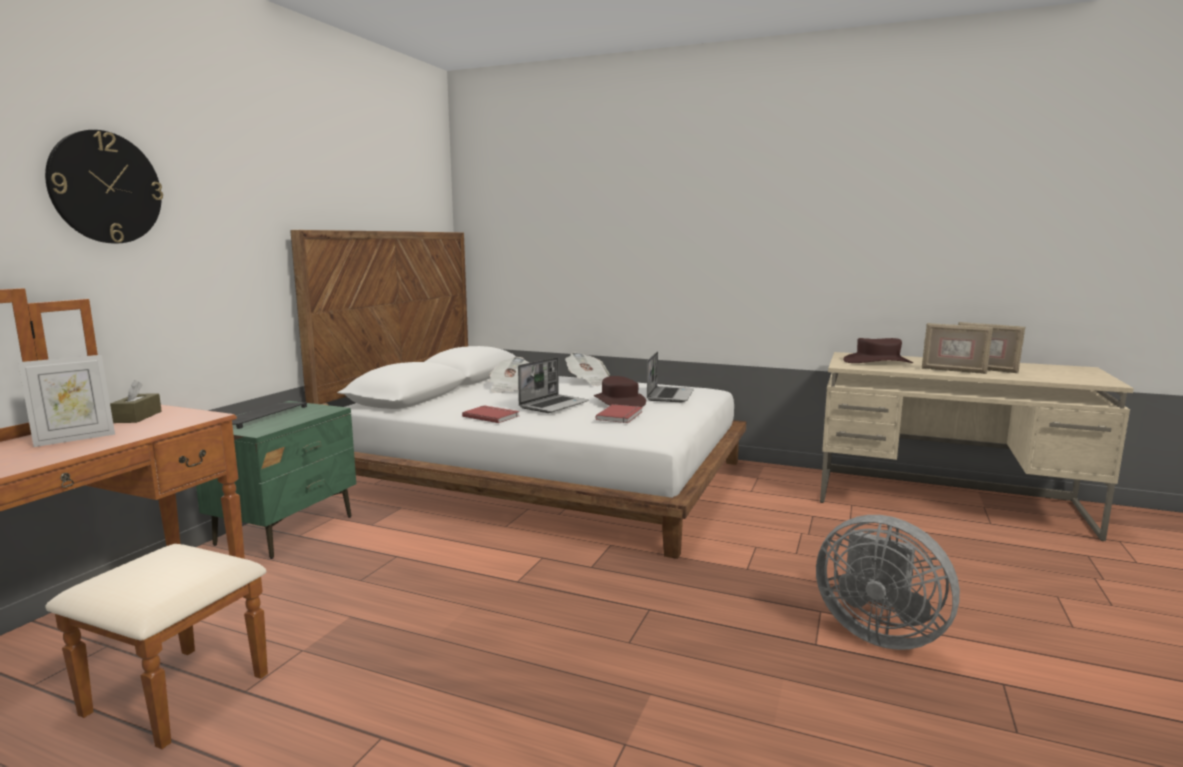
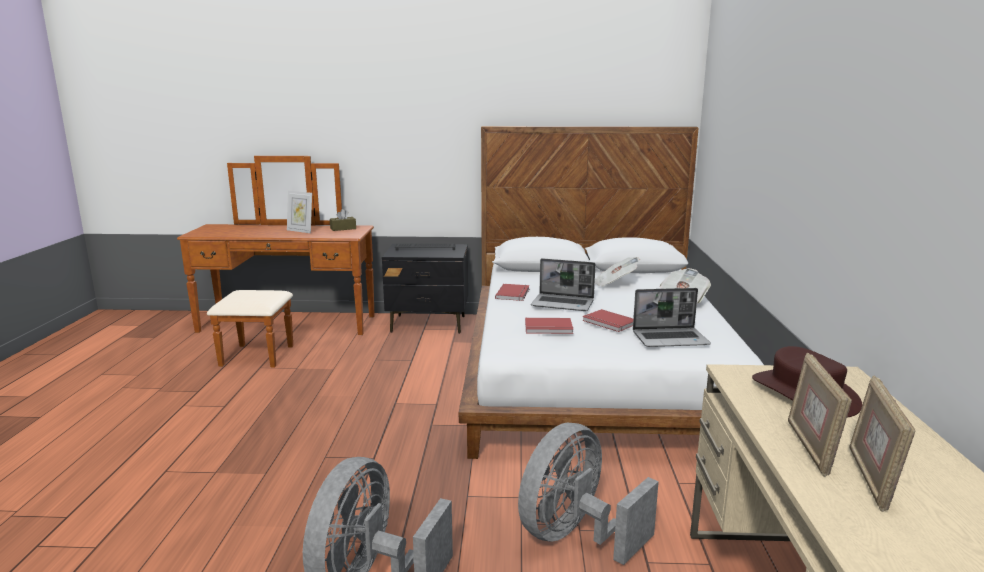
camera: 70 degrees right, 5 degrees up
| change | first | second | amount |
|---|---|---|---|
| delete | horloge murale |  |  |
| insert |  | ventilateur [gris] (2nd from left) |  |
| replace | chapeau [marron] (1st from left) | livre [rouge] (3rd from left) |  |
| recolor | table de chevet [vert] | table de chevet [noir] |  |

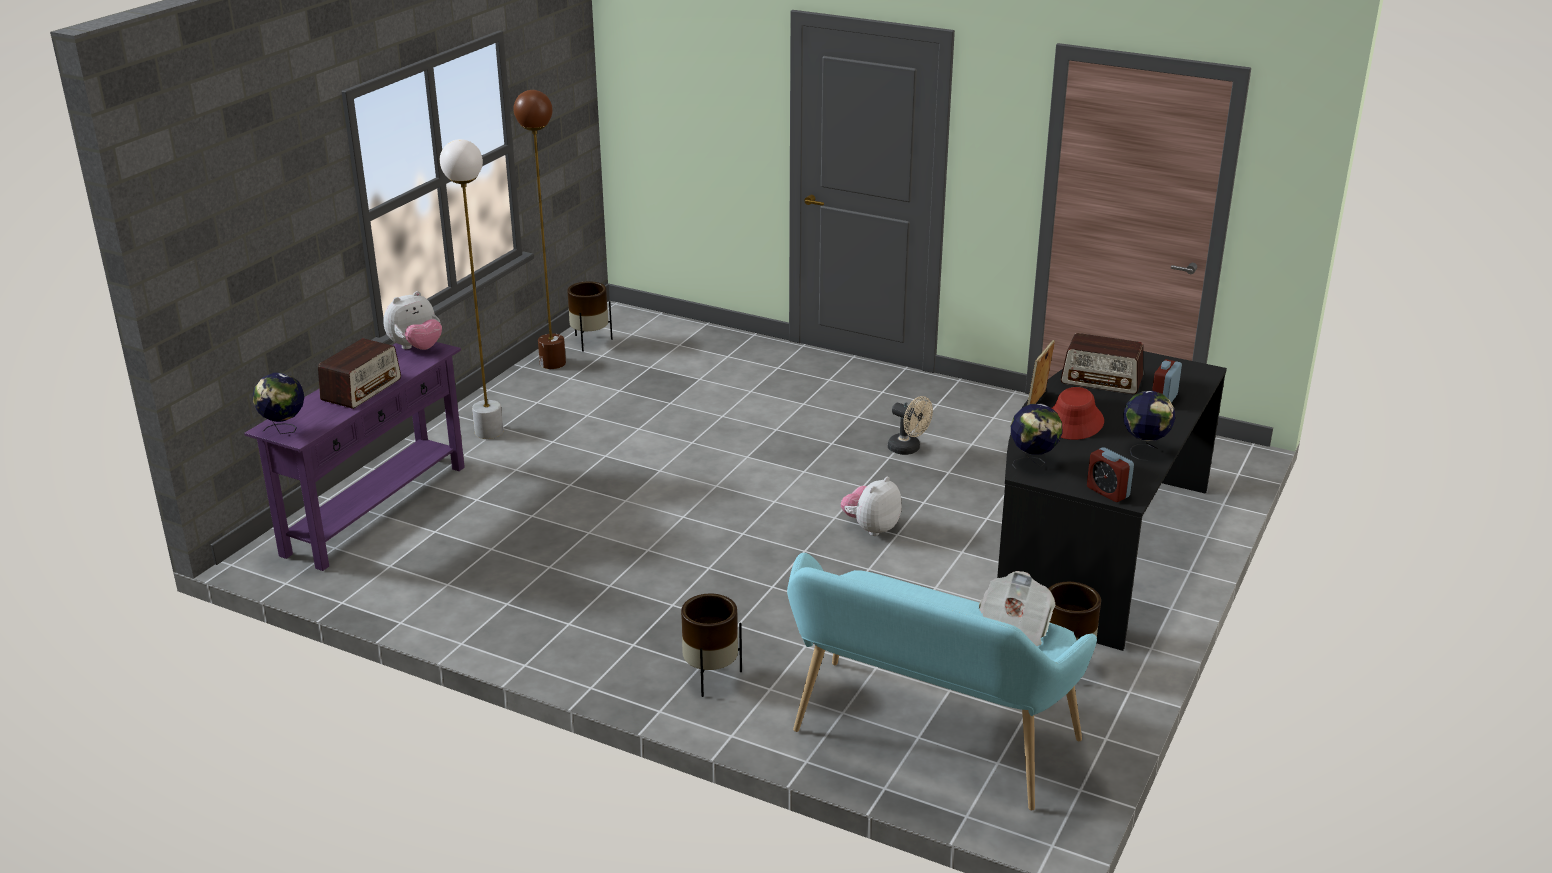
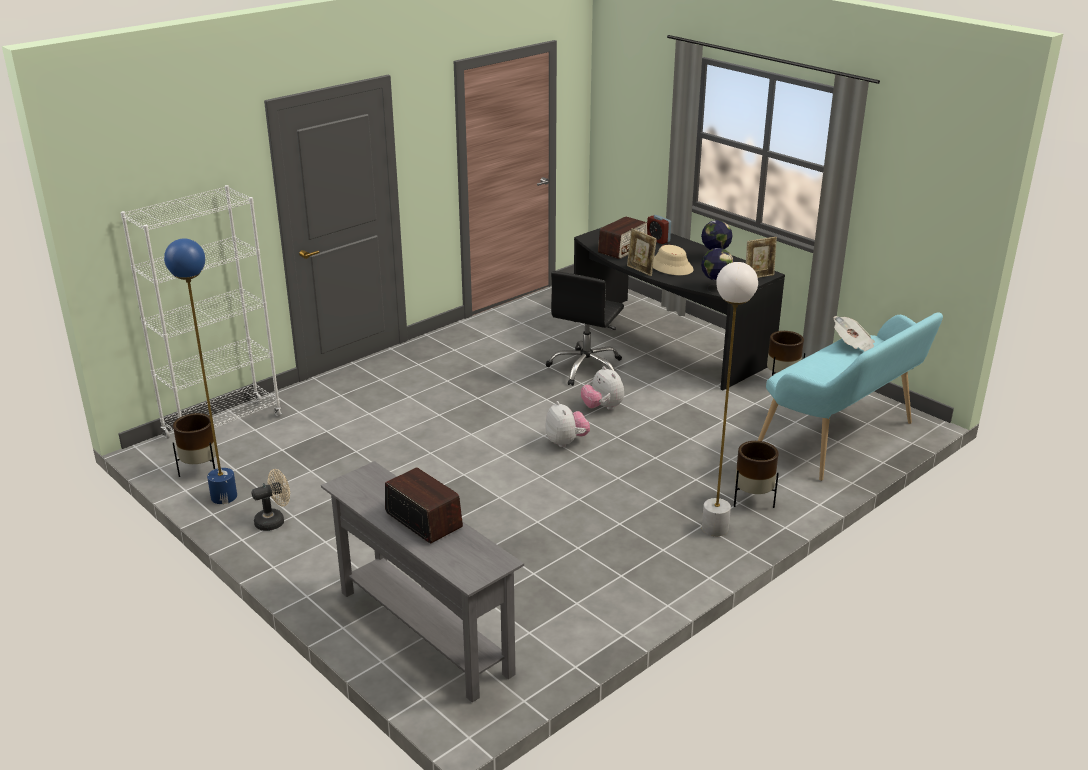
camera: 70 degrees left, 0 degrees up
| change | first | second | amount |
|---|---|---|---|
| delete | globe (1st from left) |  |  |
| insert |  | bibliothèque [blanc] |  |
| insert |  | chaise de bureau [noir] |  |
| move | peluche (1st from left) |  |  |
| move | lampadaire [blanc] |  |  |
| move | ventilateur [beige] |  |  |
| replace | réveil (1st from left) | cadre photo (2nd from left) |  |
| recolor | table console [violet] | table console [gris] |  |
| recolor | lampadaire [marron] | lampadaire [bleu] |  |
| recolor | chapeau [rouge] | chapeau [beige] |  |

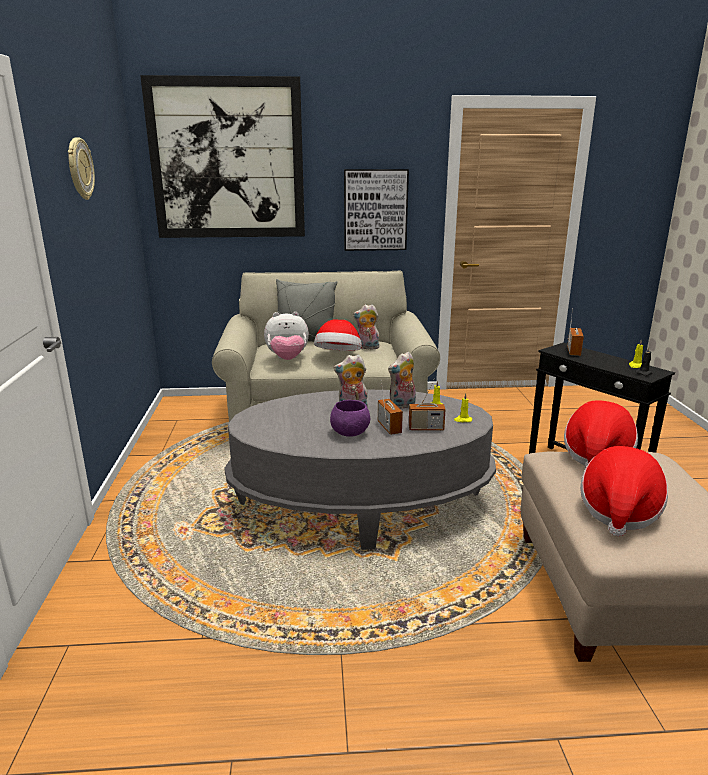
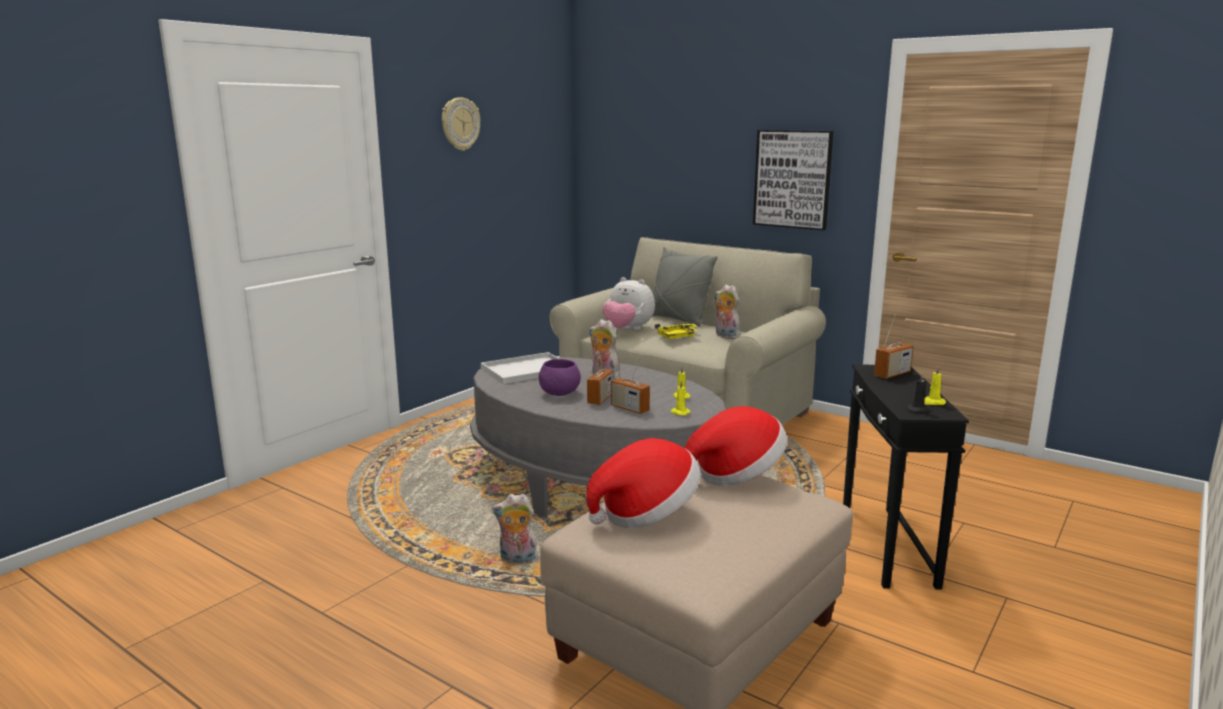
camera: 40 degrees right, 5 degrees down
| change | first | second | amount |
|---|---|---|---|
| delete | tableau (1st from left) |  |  |
| insert |  | plateau [blanc] |  |
| move | peluche (4th from left in the first image) | peluche (1st from left) |  |
| replace | chapeau (1st from left) | plateau [jaune] |  |

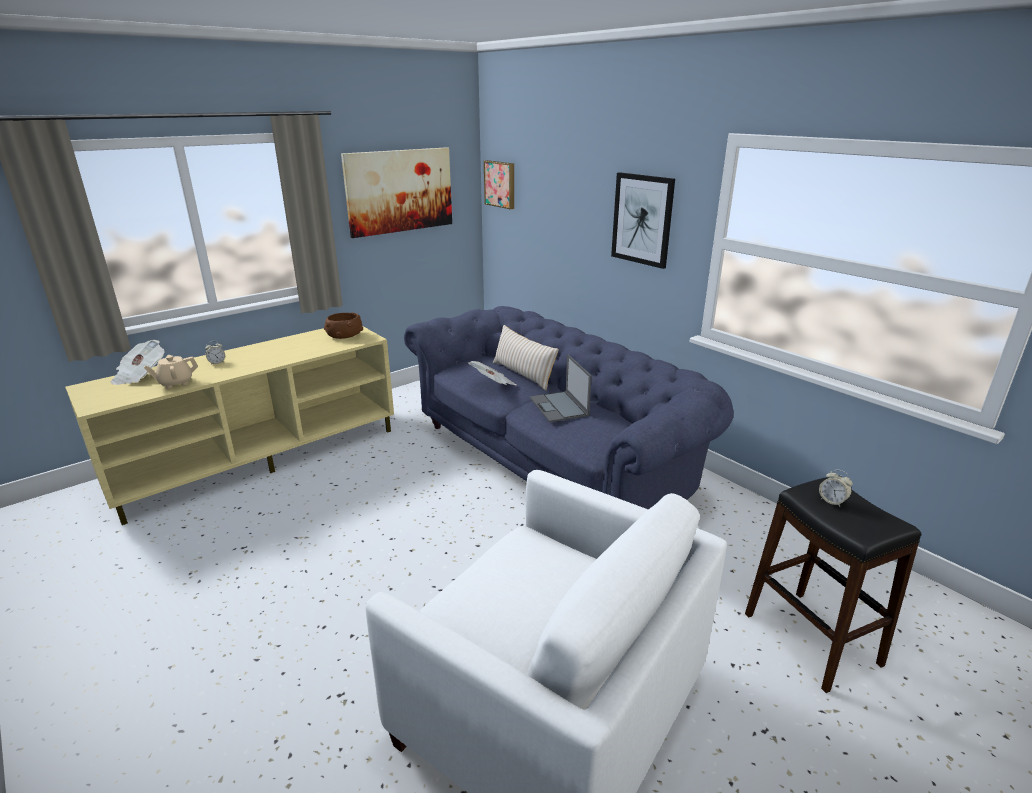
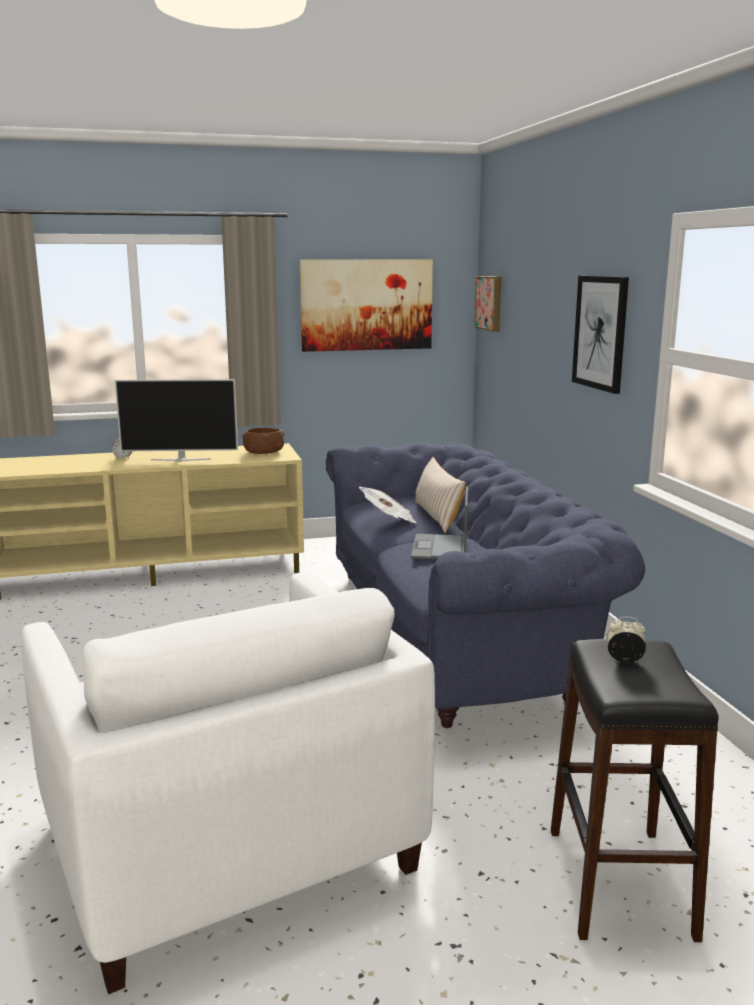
camera: 25 degrees right, 10 degrees down
| change | first | second | amount |
|---|---|---|---|
| delete | journal (1st from left) |  |  |
| delete | théière [beige] |  |  |
| insert |  | téléviseur |  |
| rotate | réveil (2nd from left) |  | 120 degrees clockwise |

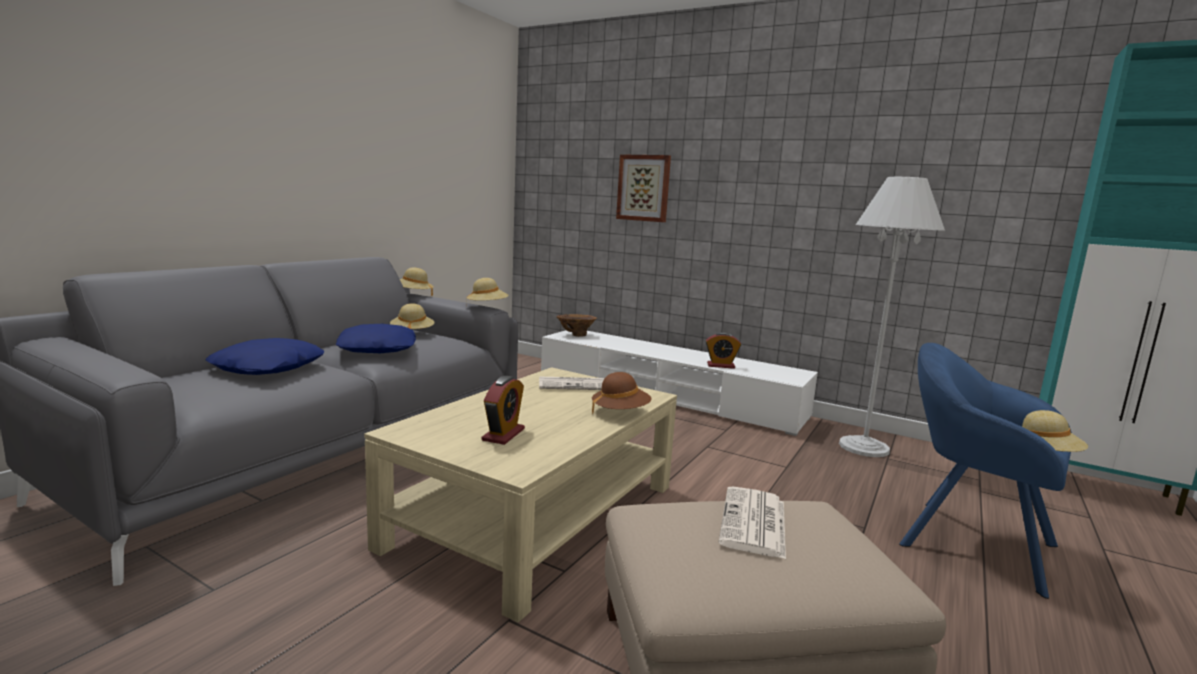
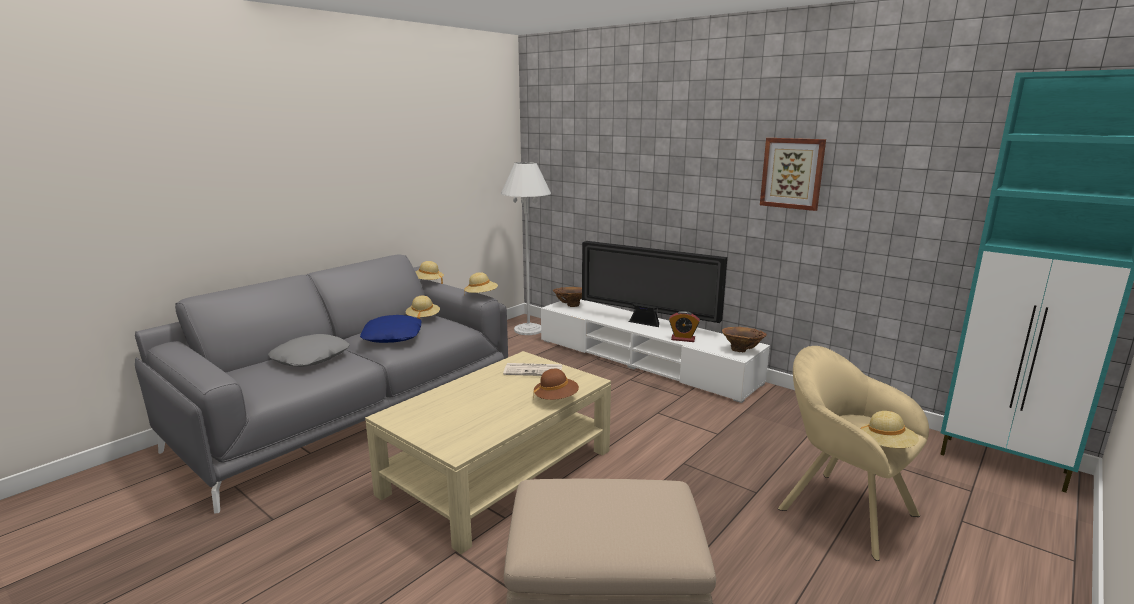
camera: 10 degrees right, 5 degrees up
| change | first | second | amount |
|---|---|---|---|
| delete | réveil (1st from left) |  |  |
| delete | journal (2nd from left) |  |  |
| insert |  | téléviseur |  |
| insert |  | vase [marron] (2nd from left) |  |
| move | tableau |  |  |
| move | lampadaire [blanc] |  |  |
| recolor | coussin [bleu] (1st from left) | coussin [gris] |  |
| recolor | fauteuil [bleu] | fauteuil [beige] |  |

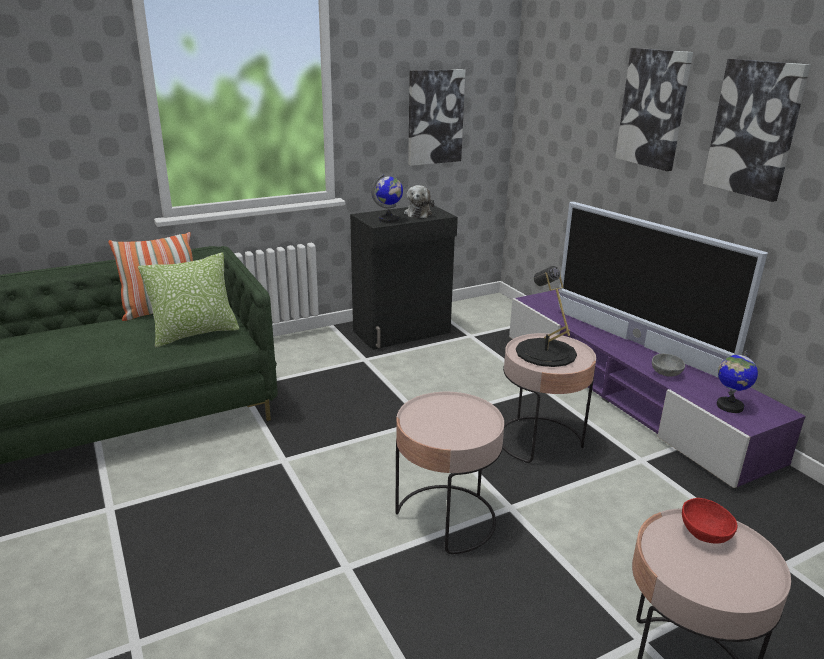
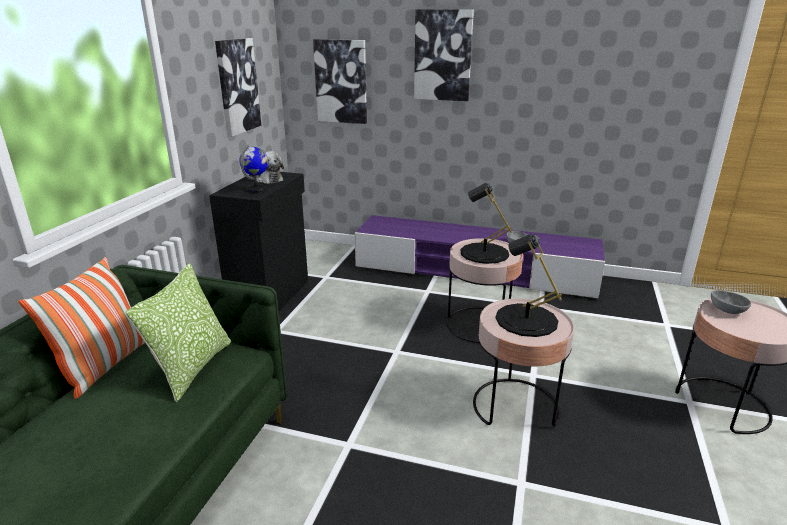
camera: 45 degrees left, 0 degrees up
| change | first | second | amount |
|---|---|---|---|
| delete | téléviseur |  |  |
| delete | globe (2nd from left) |  |  |
| insert |  | lampe de table [noir] (2nd from left) |  |
| move | tableau (3rd from left in the first image) | tableau (2nd from left) |  |
| recolor | bol [rouge] | bol [gris] (2nd from left) |  |

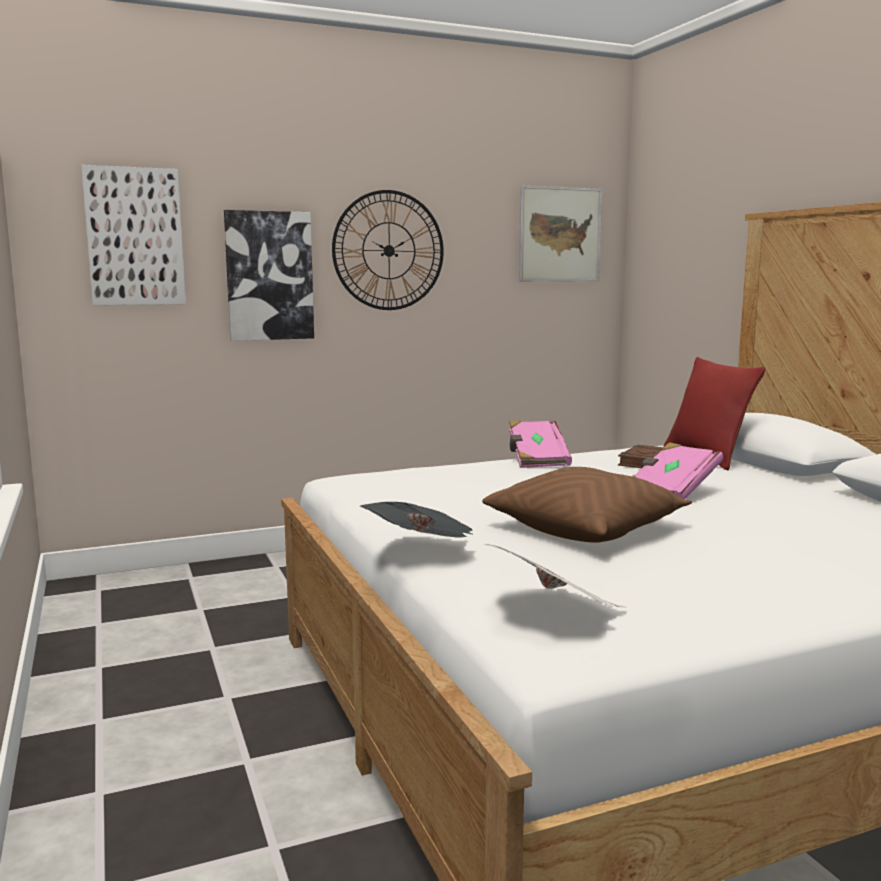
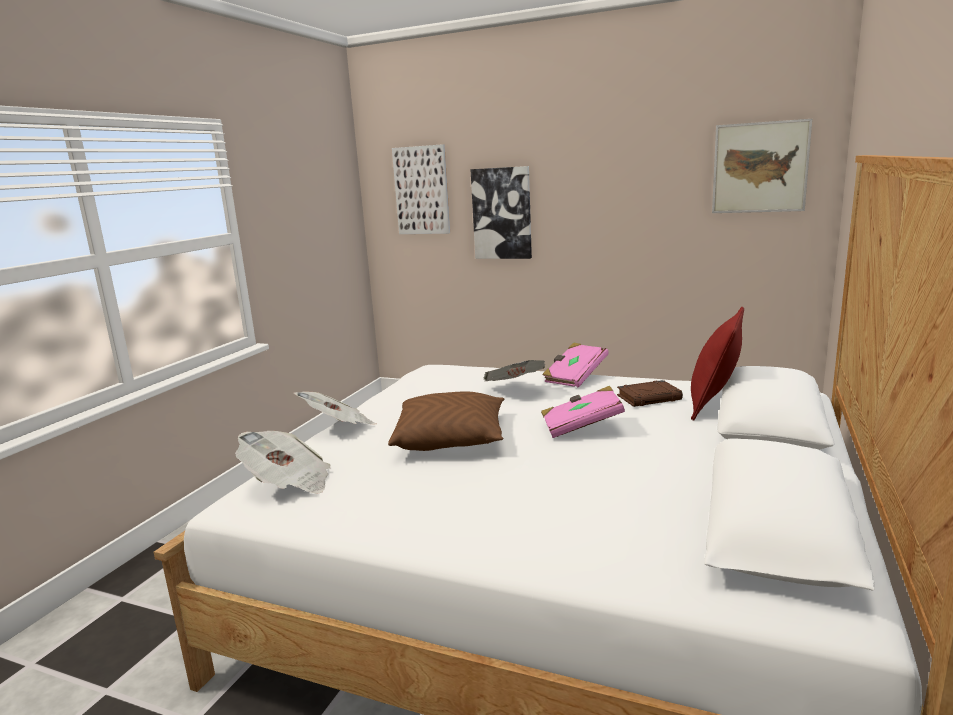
camera: 45 degrees right, 5 degrees up
| change | first | second | amount |
|---|---|---|---|
| delete | horloge murale |  |  |
| insert |  | journal (3rd from left) |  |

